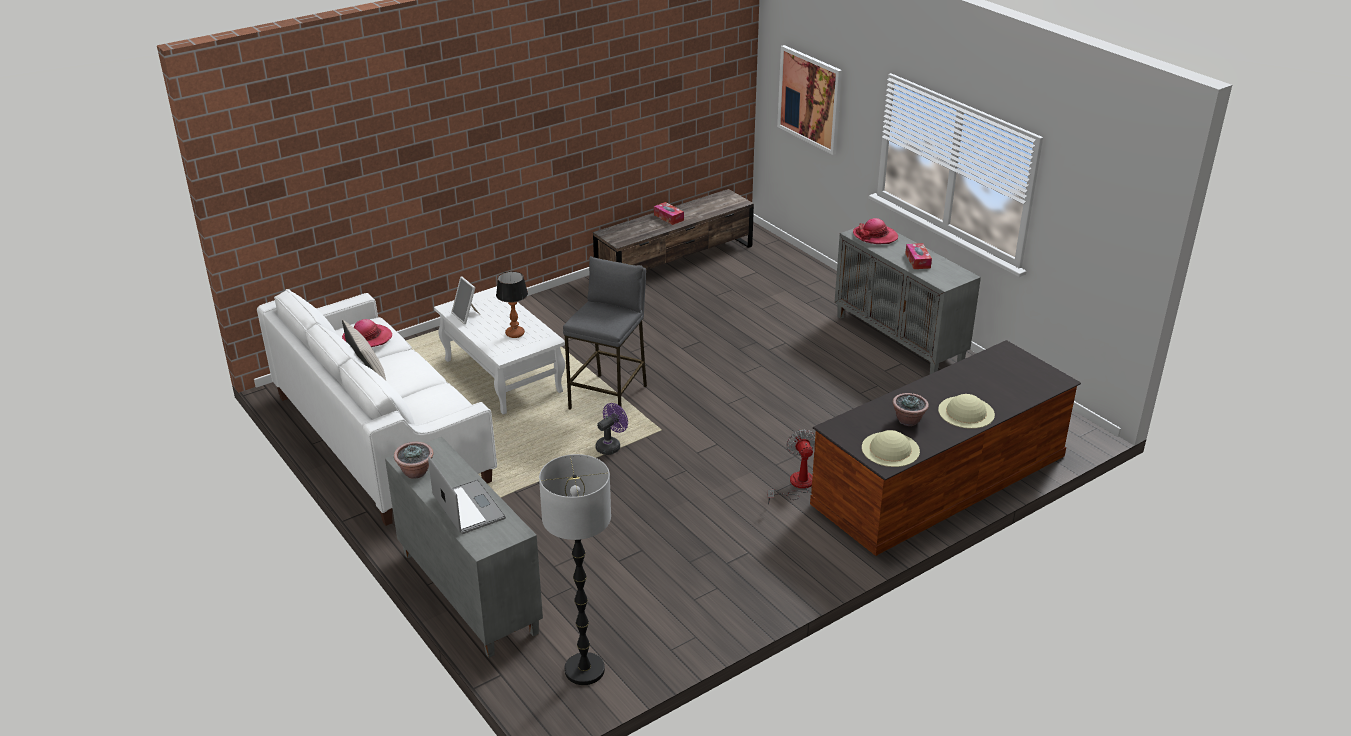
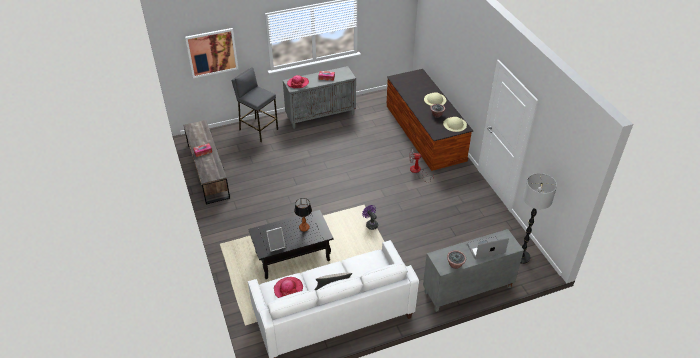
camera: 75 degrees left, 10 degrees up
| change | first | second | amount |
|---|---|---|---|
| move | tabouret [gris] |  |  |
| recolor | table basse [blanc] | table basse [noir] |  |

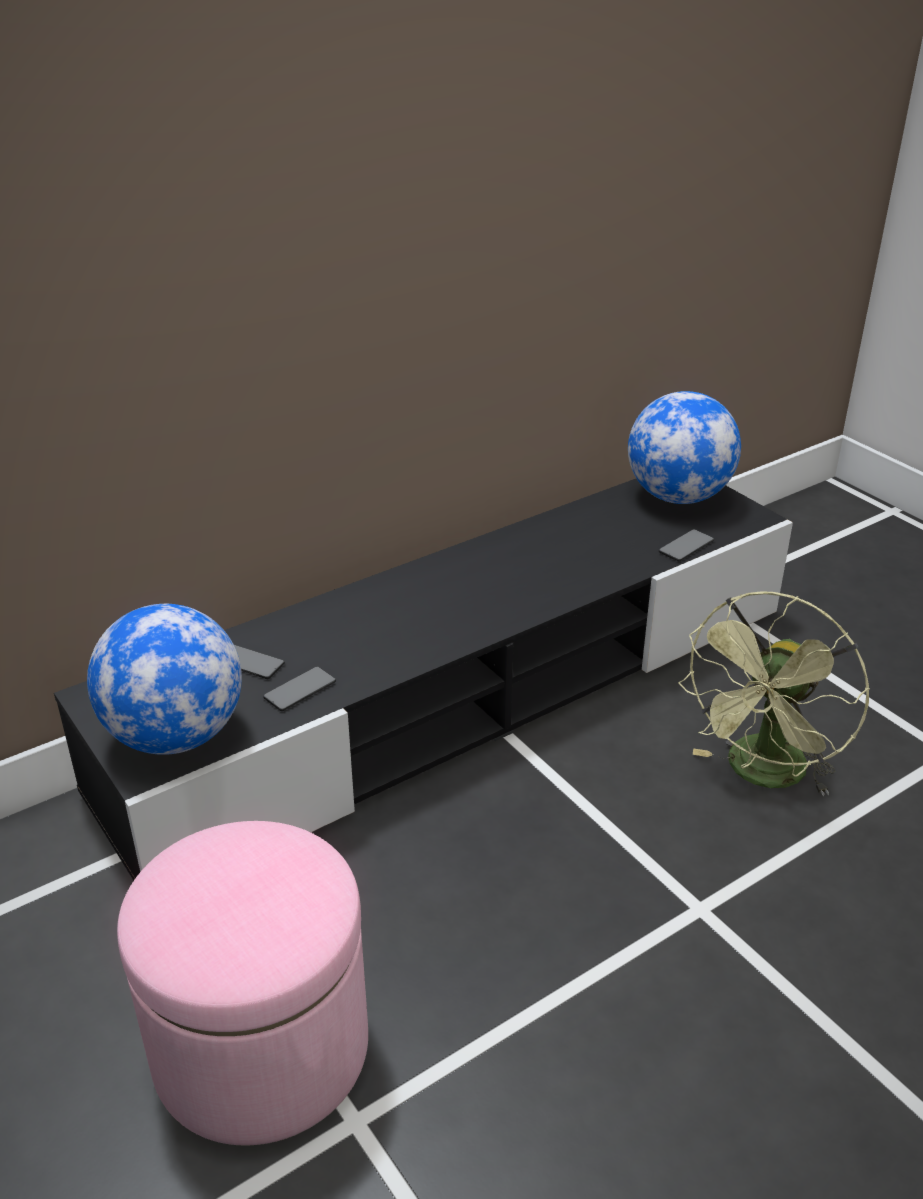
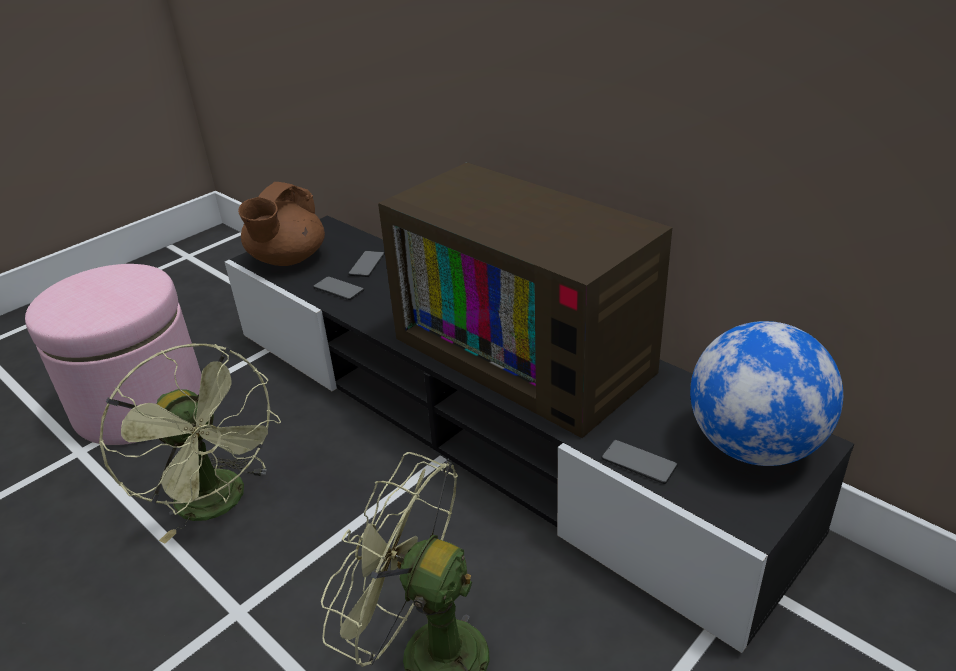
camera: 80 degrees right, 0 degrees up
| change | first | second | amount |
|---|---|---|---|
| insert |  | ventilateur [vert] (1st from left) |  |
| insert |  | téléviseur |  |
| replace | globe (1st from left) | théière [marron] |  |

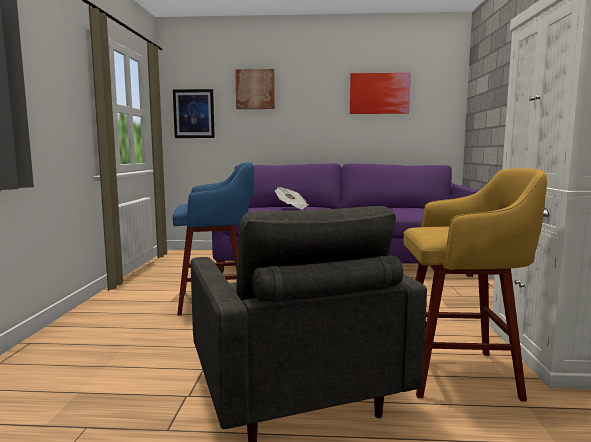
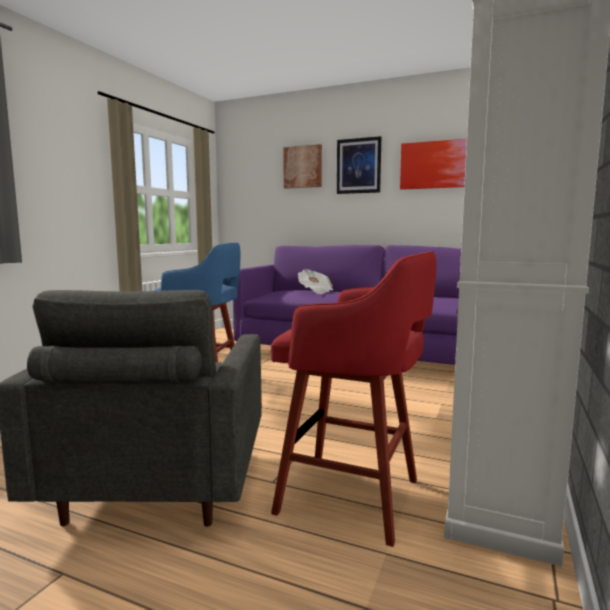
camera: 20 degrees right, 0 degrees up
| change | first | second | amount |
|---|---|---|---|
| move | tableau (1st from left in the first image) | tableau (2nd from left) |  |
| recolor | tabouret [jaune] | tabouret [rouge] |  |

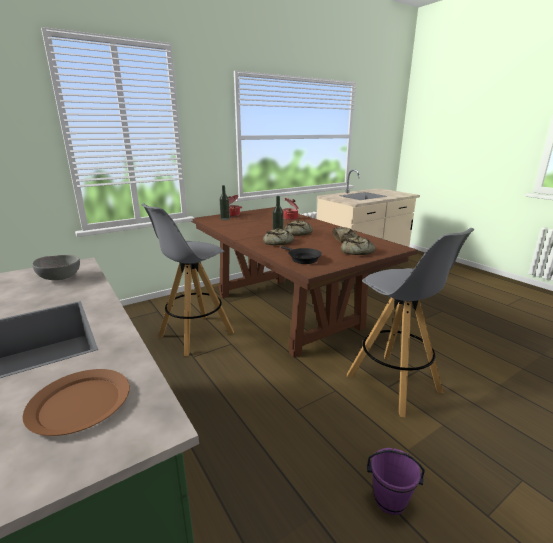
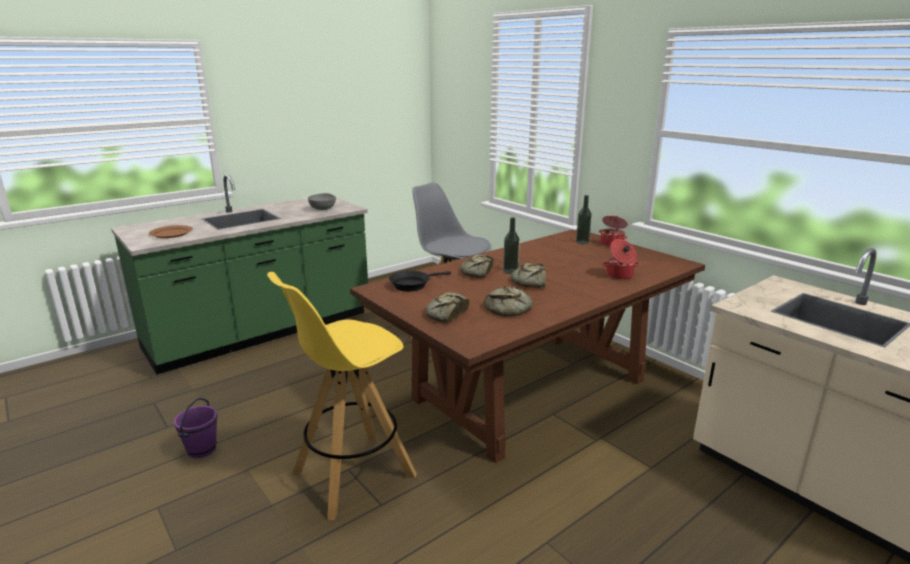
camera: 85 degrees right, 0 degrees up
| change | first | second | amount |
|---|---|---|---|
| recolor | tabouret [gris] (2nd from left) | tabouret [jaune] |  |

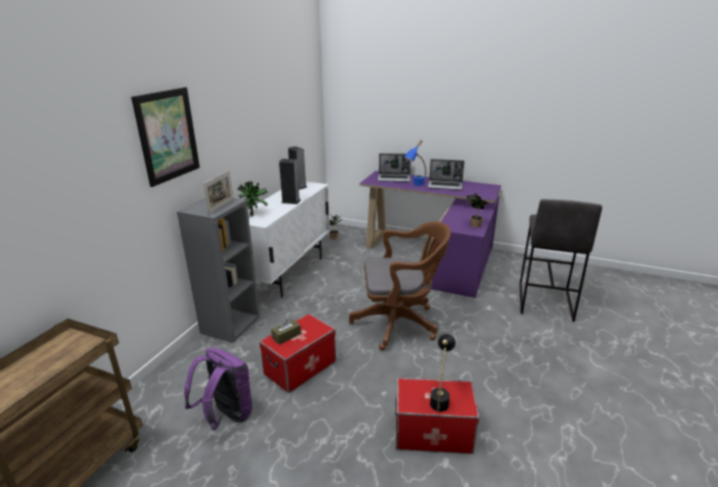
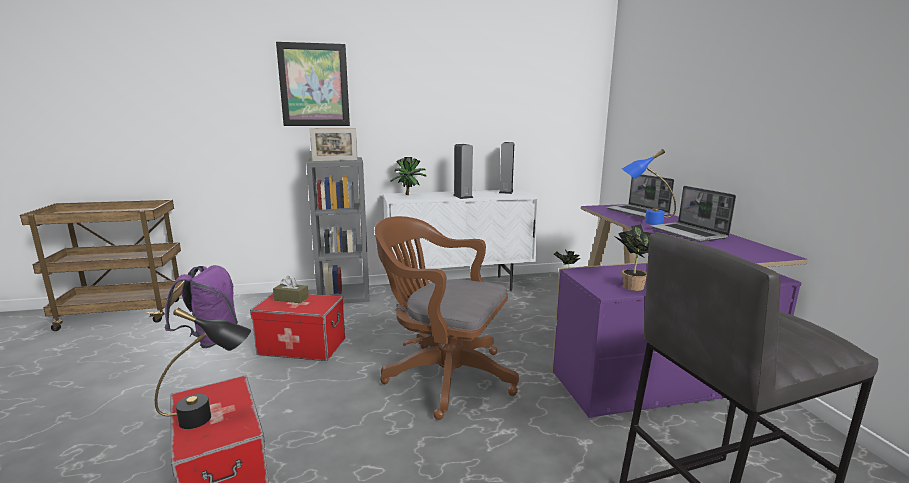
camera: 55 degrees right, 10 degrees down
| change | first | second | amount |
|---|---|---|---|
| rotate | chaise de bureau [marron] |  | 150 degrees clockwise |

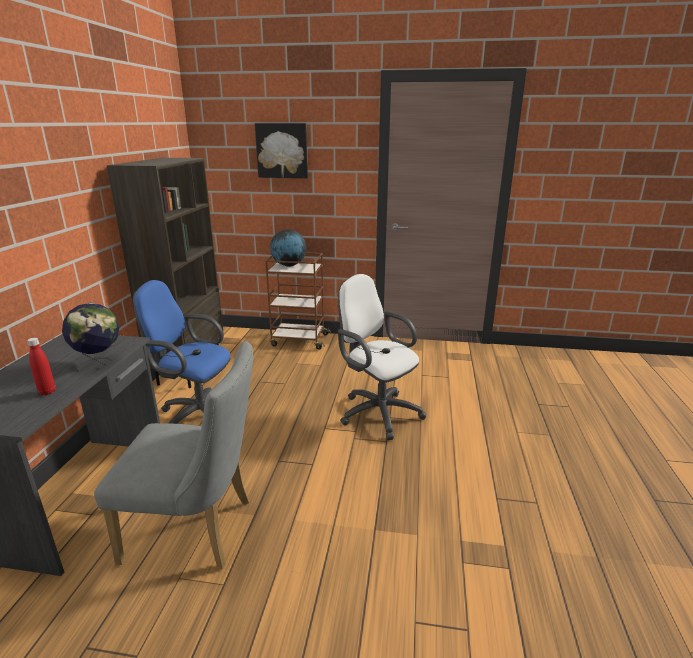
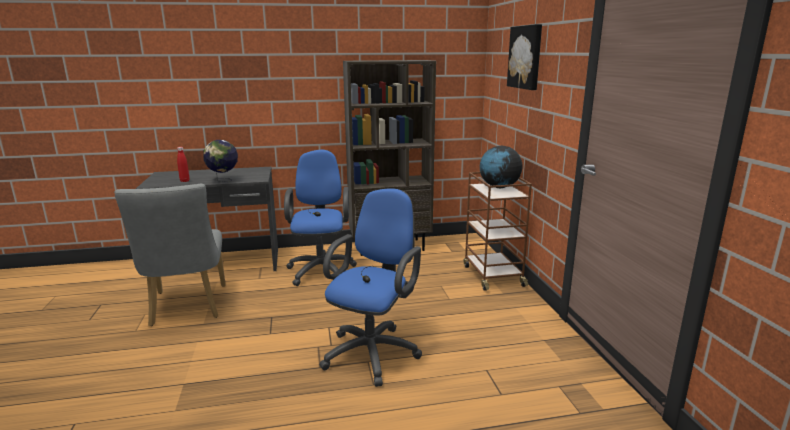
camera: 70 degrees right, 5 degrees down
| change | first | second | amount |
|---|---|---|---|
| recolor | chaise de bureau [blanc] | chaise de bureau [bleu] (2nd from left) |  |

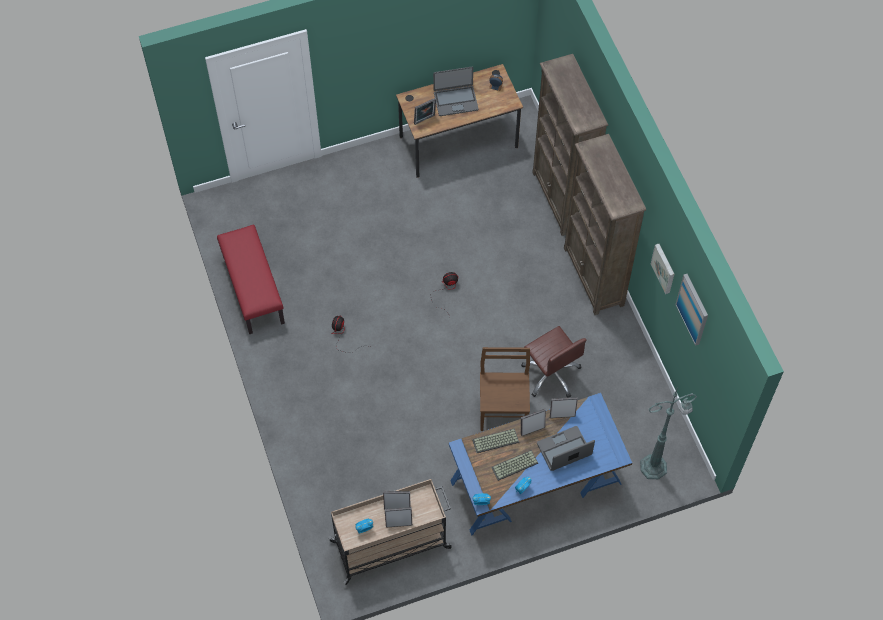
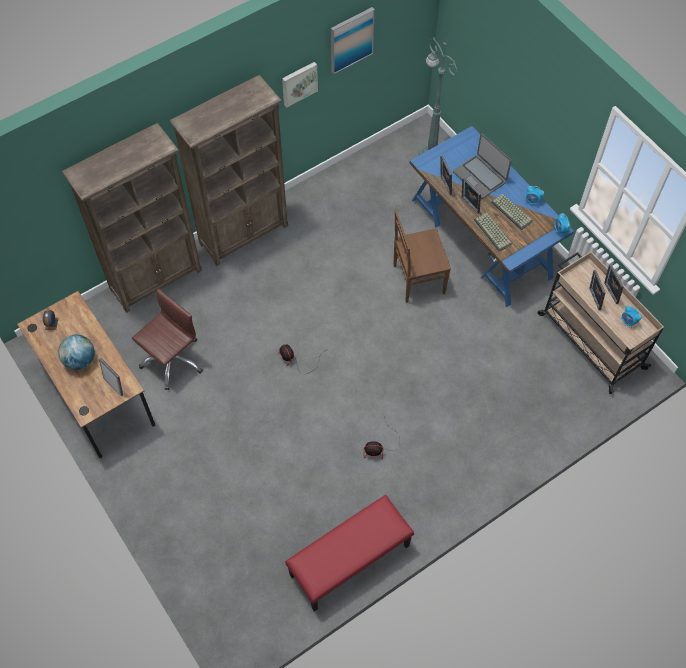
camera: 105 degrees left, 0 degrees up
| change | first | second | amount |
|---|---|---|---|
| move | chaise de bureau [marron] |  |  |
| replace | ordinateur portable (1st from left) | globe |  |

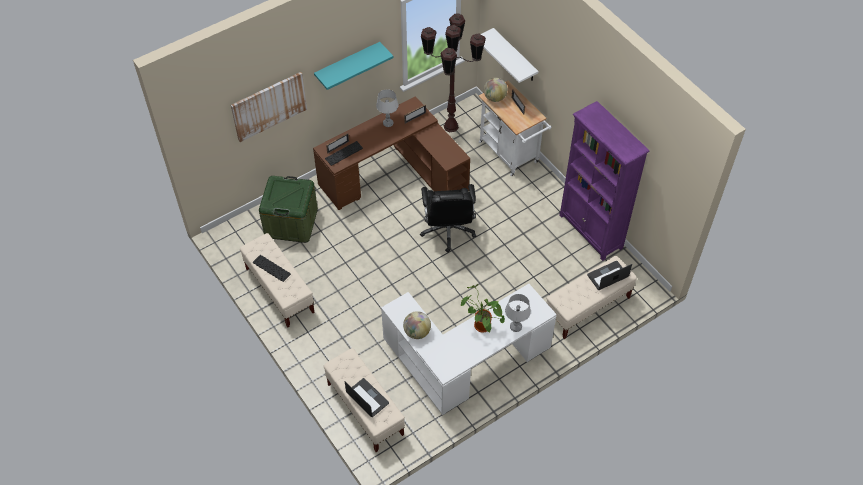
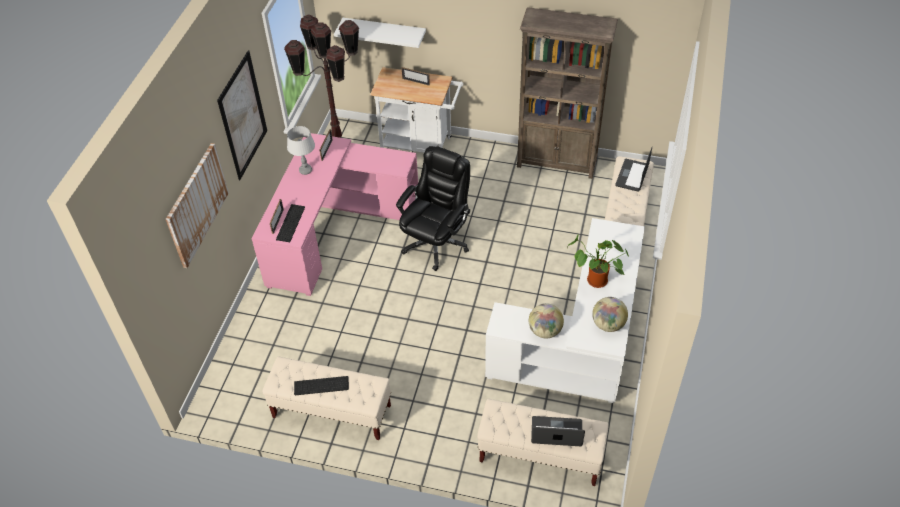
camera: 40 degrees left, 5 degrees down
| change | first | second | amount |
|---|---|---|---|
| delete | boîte de rangement [vert] |  |  |
| delete | lampe de table [gris] (2nd from left) |  |  |
| move | globe (2nd from left) |  |  |
| replace | étagère [turquoise] | tableau (2nd from left) |  |
| recolor | bureau [marron] | bureau [rose] |  |
| recolor | bibliothèque [violet] | bibliothèque [marron] |  |
| rotate | chaise de bureau [noir] |  | 105 degrees counterclockwise |

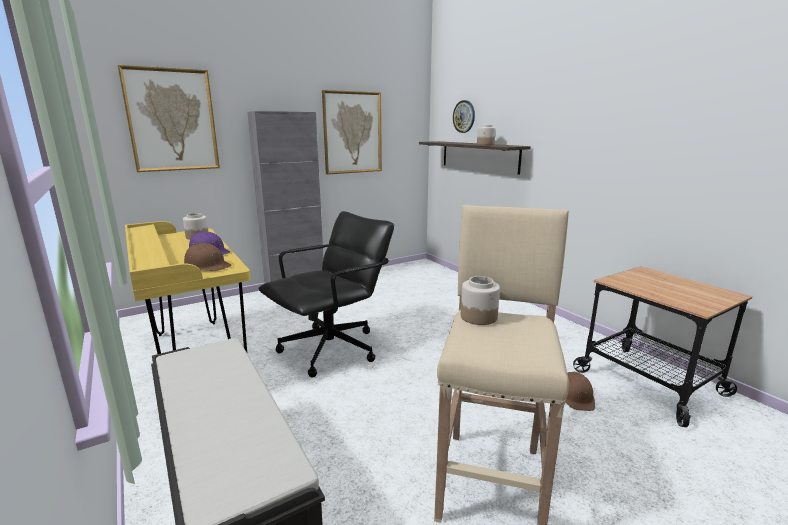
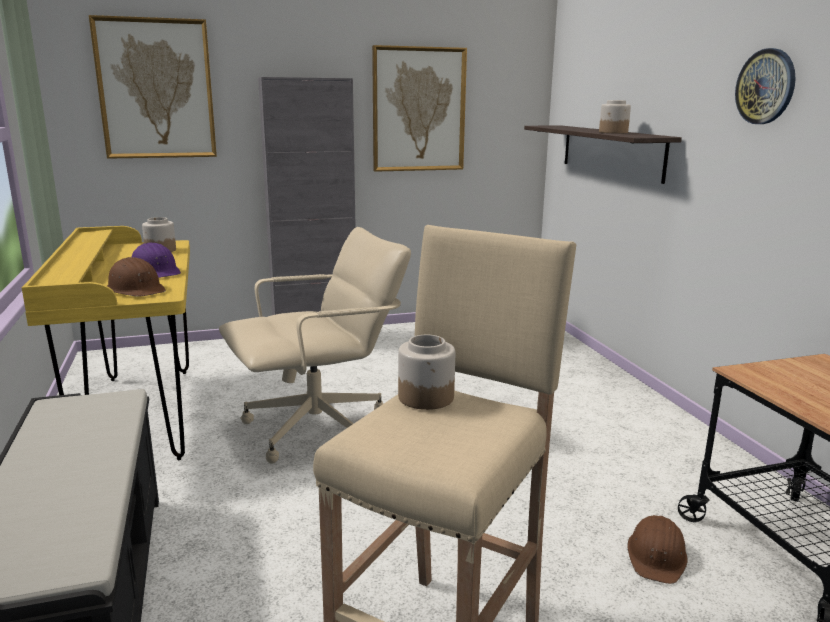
camera: 15 degrees right, 0 degrees up
| change | first | second | amount |
|---|---|---|---|
| move | horloge murale |  |  |
| recolor | chaise de bureau [noir] | chaise de bureau [beige] |  |

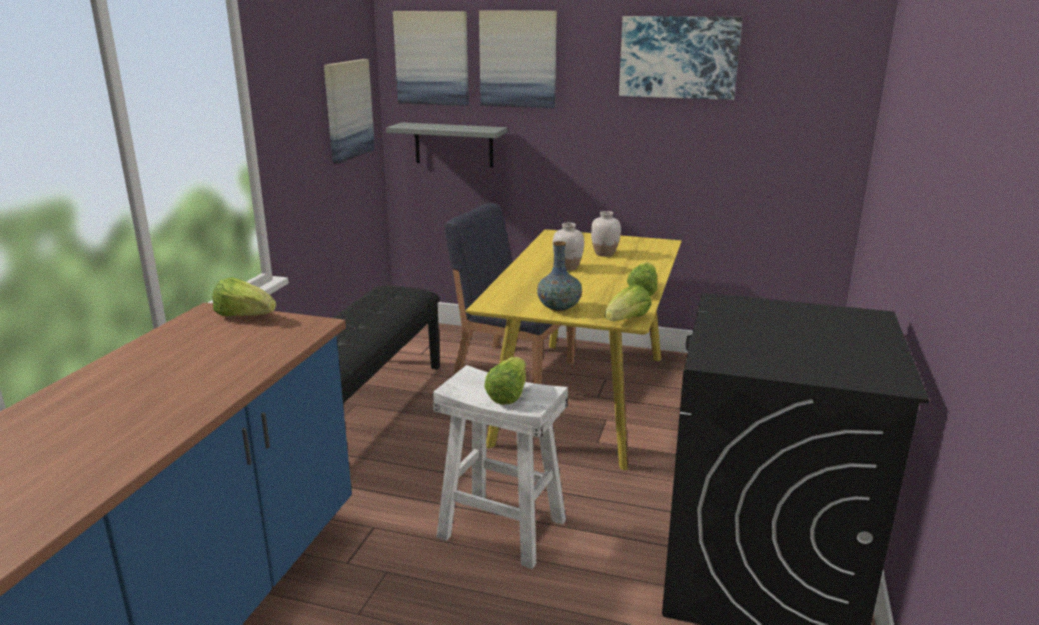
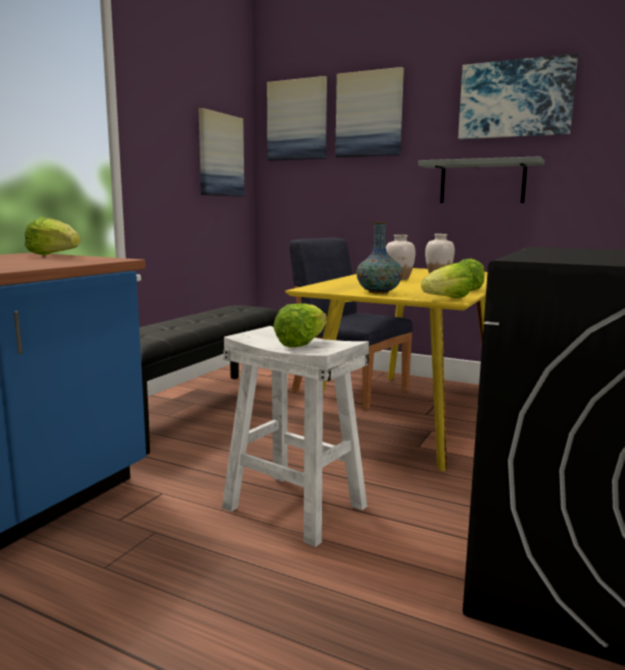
camera: 10 degrees right, 10 degrees down
| change | first | second | amount |
|---|---|---|---|
| move | étagère [gris] |  |  |

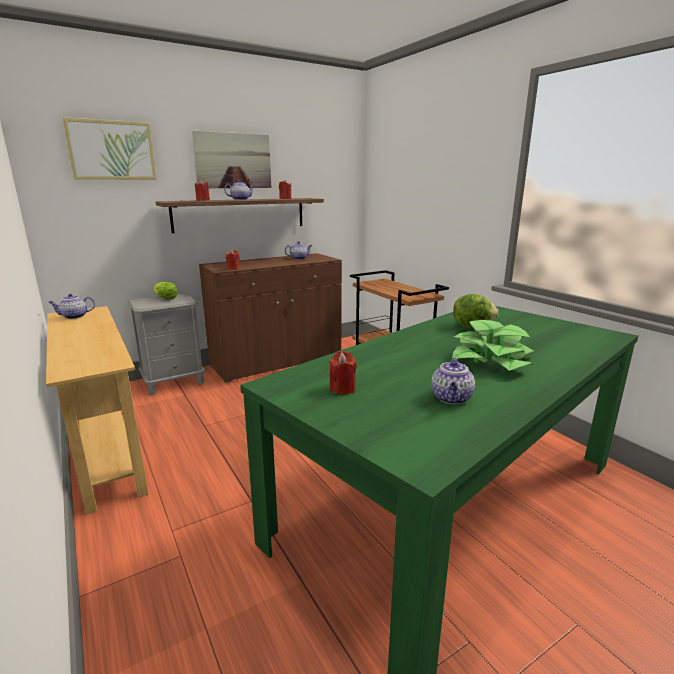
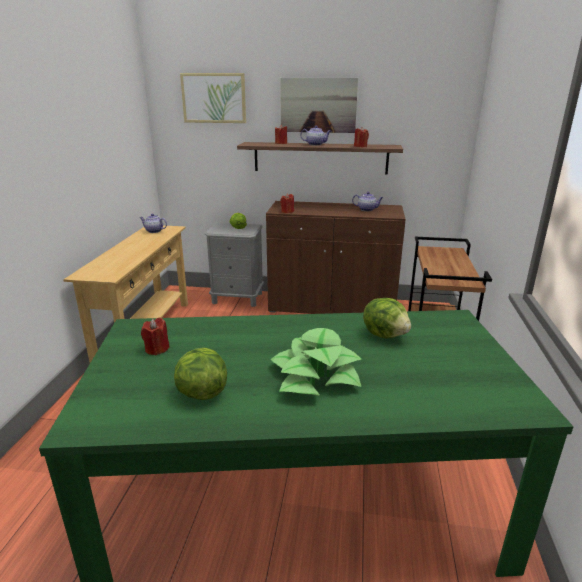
camera: 40 degrees right, 5 degrees up
| change | first | second | amount |
|---|---|---|---|
| replace | théière (4th from left) | laitue (1st from left) |  |

